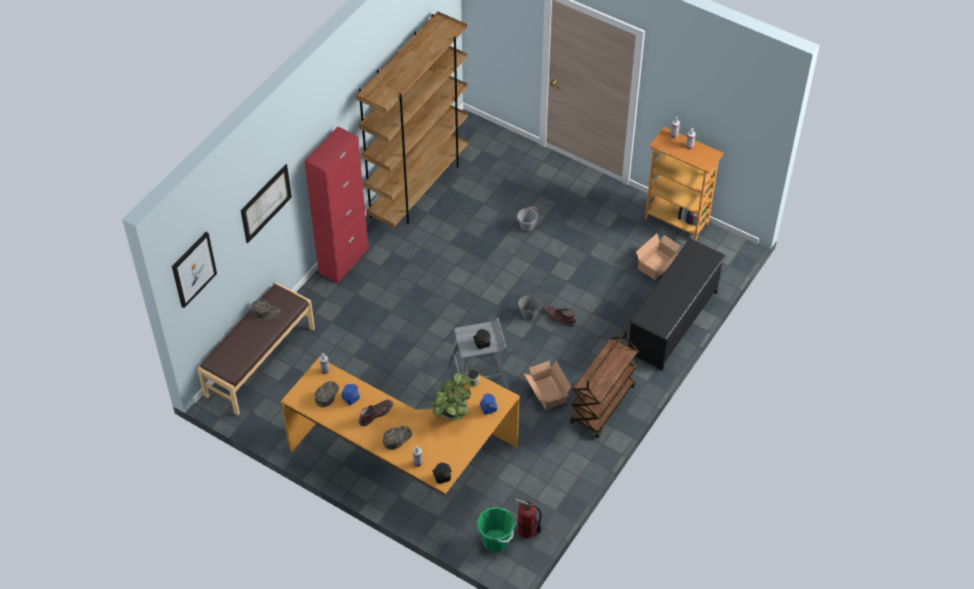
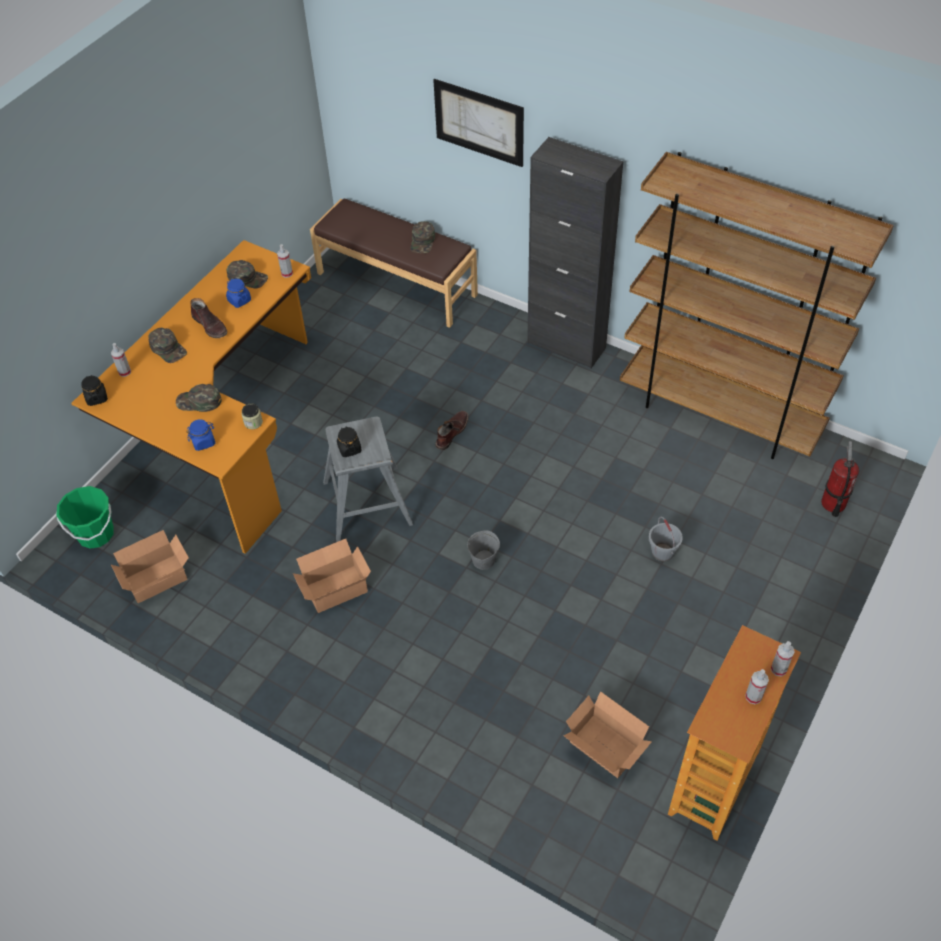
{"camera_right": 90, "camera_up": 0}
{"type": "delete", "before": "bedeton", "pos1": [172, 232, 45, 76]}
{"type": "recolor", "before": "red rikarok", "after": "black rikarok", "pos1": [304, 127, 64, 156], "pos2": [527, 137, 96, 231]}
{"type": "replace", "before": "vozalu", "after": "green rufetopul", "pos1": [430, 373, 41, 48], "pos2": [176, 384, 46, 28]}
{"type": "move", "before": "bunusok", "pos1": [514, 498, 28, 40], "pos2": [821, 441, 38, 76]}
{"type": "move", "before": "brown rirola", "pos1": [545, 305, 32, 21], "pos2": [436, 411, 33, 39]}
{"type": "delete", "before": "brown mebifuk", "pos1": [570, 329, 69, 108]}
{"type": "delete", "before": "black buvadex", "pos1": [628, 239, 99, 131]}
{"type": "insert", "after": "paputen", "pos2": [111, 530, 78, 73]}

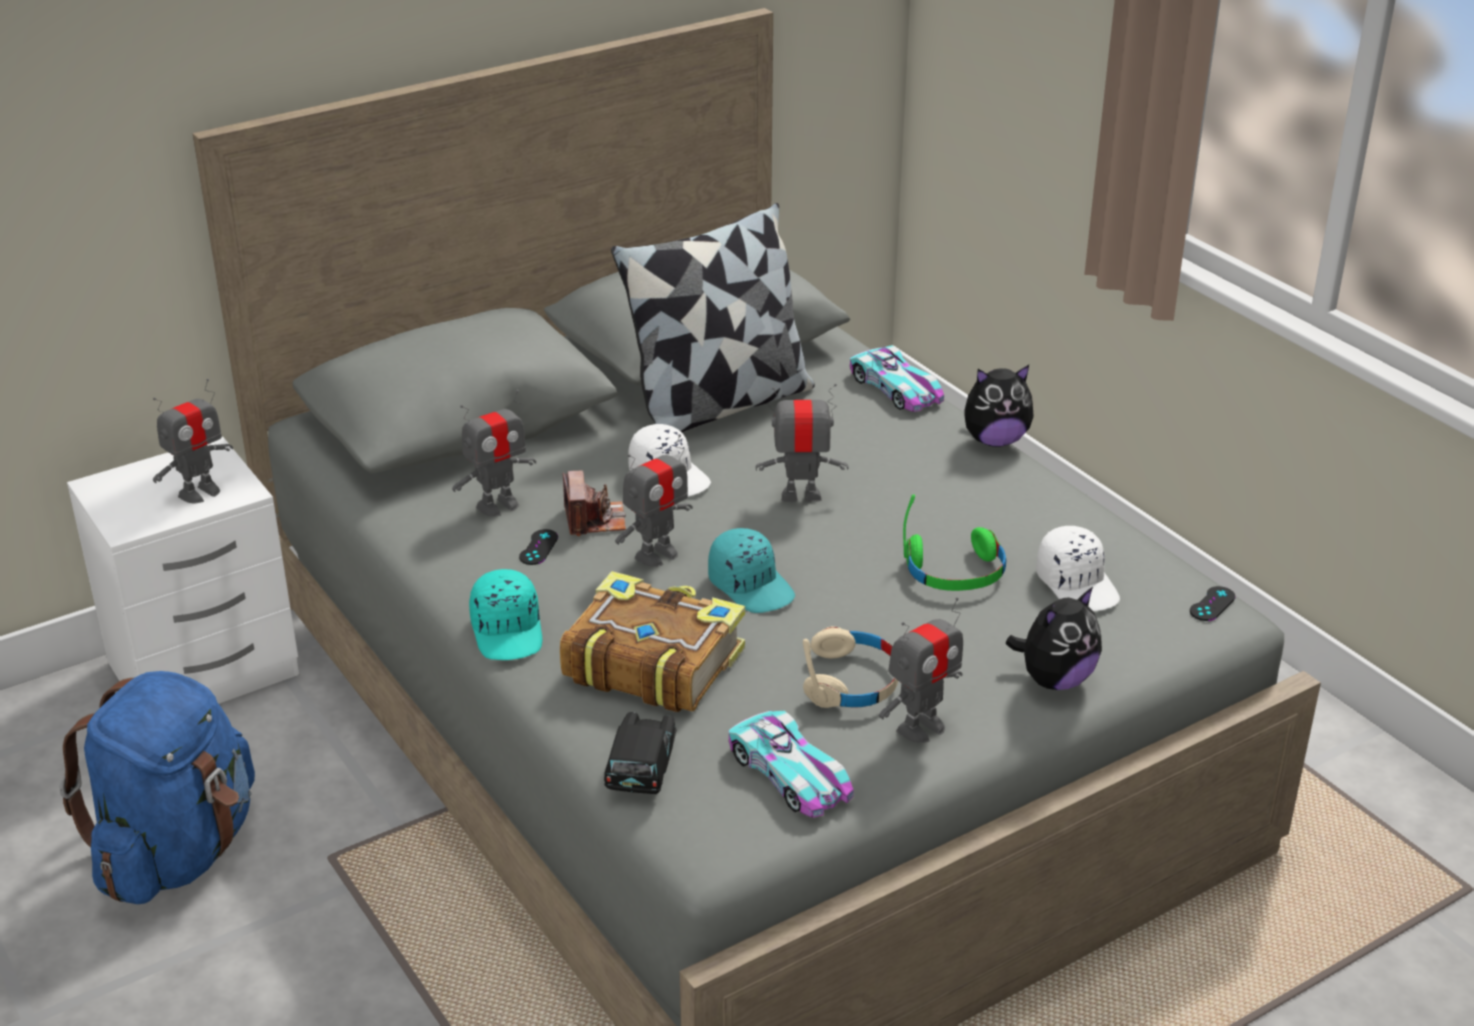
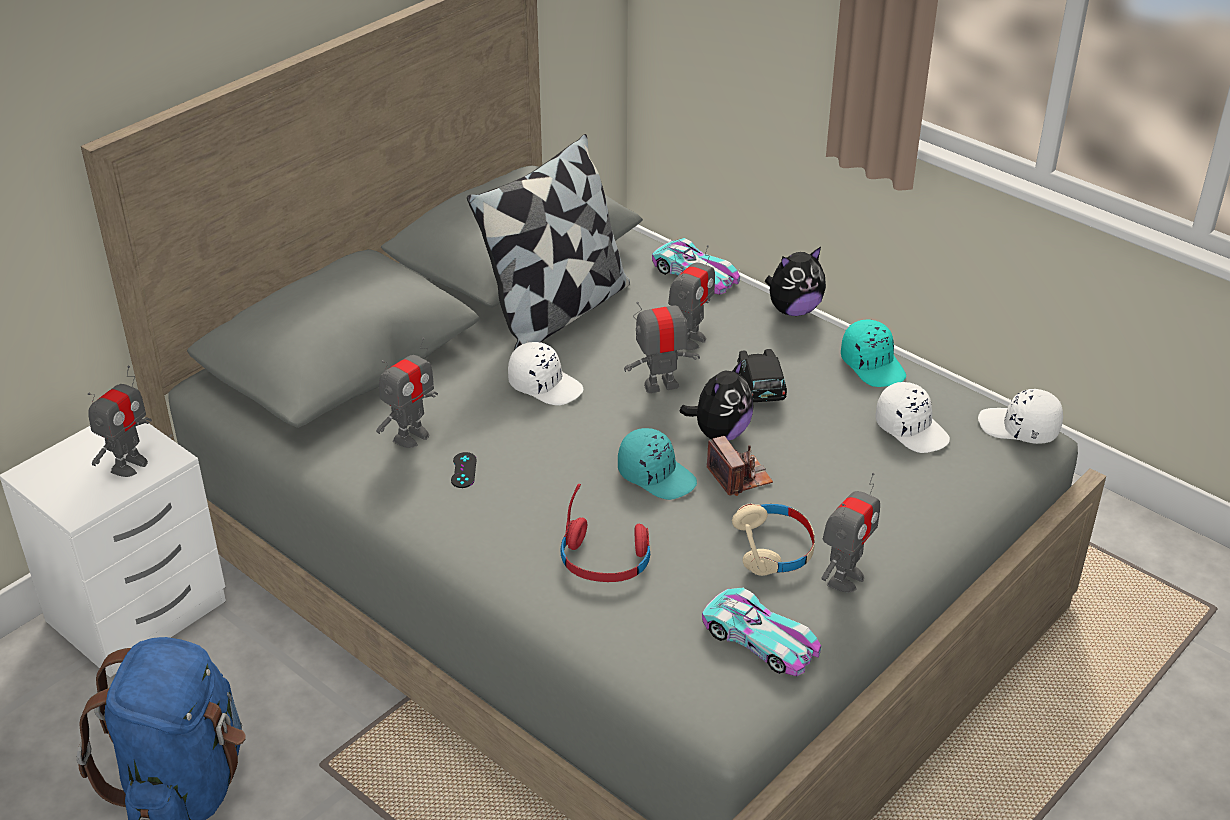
{"camera_right": -15, "camera_up": 5}
{"type": "move", "before": "turquoise rufetopul", "pos1": [469, 569, 73, 91], "pos2": [841, 320, 65, 67]}
{"type": "replace", "before": "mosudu", "after": "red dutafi", "pos1": [560, 571, 185, 141], "pos2": [561, 484, 89, 98]}
{"type": "move", "before": "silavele", "pos1": [563, 470, 63, 66], "pos2": [707, 436, 66, 60]}
{"type": "move", "before": "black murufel", "pos1": [604, 712, 73, 82], "pos2": [737, 349, 50, 53]}
{"type": "move", "before": "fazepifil", "pos1": [615, 434, 78, 133], "pos2": [668, 245, 47, 105]}
{"type": "delete", "before": "green dutafi", "pos1": [903, 495, 103, 96]}
{"type": "move", "before": "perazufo", "pos1": [1006, 587, 96, 103], "pos2": [680, 360, 74, 81]}
{"type": "replace", "before": "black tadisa", "after": "white rufetopul", "pos1": [1190, 586, 45, 35], "pos2": [978, 389, 85, 55]}

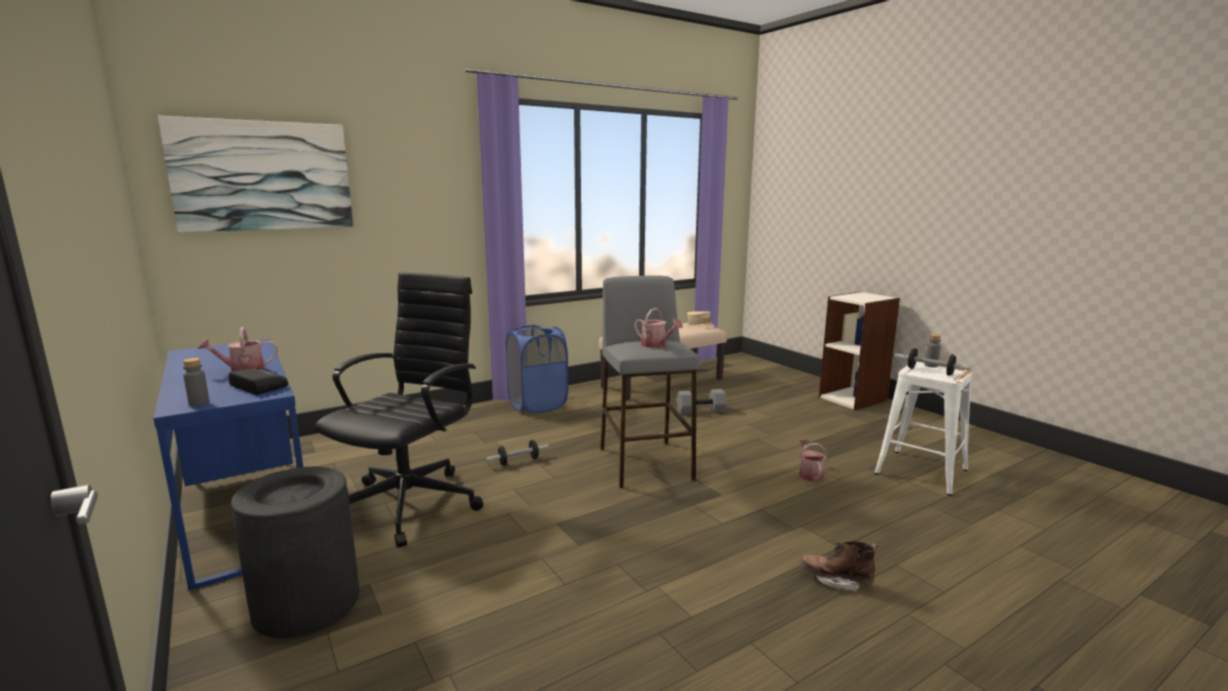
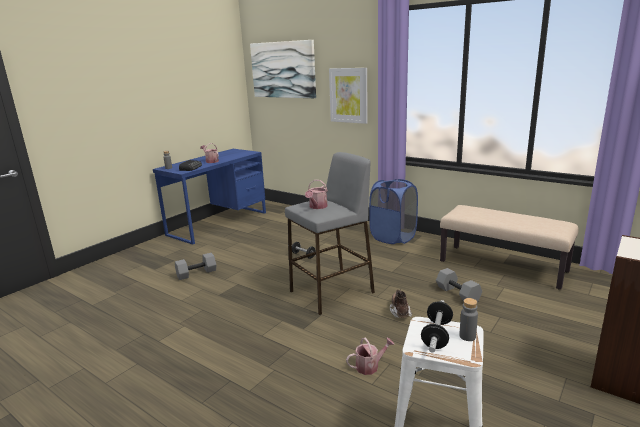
{"camera_right": 70, "camera_up": 5}
{"type": "delete", "before": "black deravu", "pos1": [231, 467, 128, 171]}
{"type": "delete", "before": "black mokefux", "pos1": [315, 272, 168, 276]}
{"type": "delete", "before": "beige rufetopul", "pos1": [687, 311, 28, 16]}
{"type": "move", "before": "brown rirola", "pos1": [799, 541, 79, 51], "pos2": [390, 290, 22, 28]}
{"type": "insert", "after": "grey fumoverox", "pos2": [175, 253, 41, 27]}
{"type": "insert", "after": "bedeton", "pos2": [329, 68, 39, 56]}

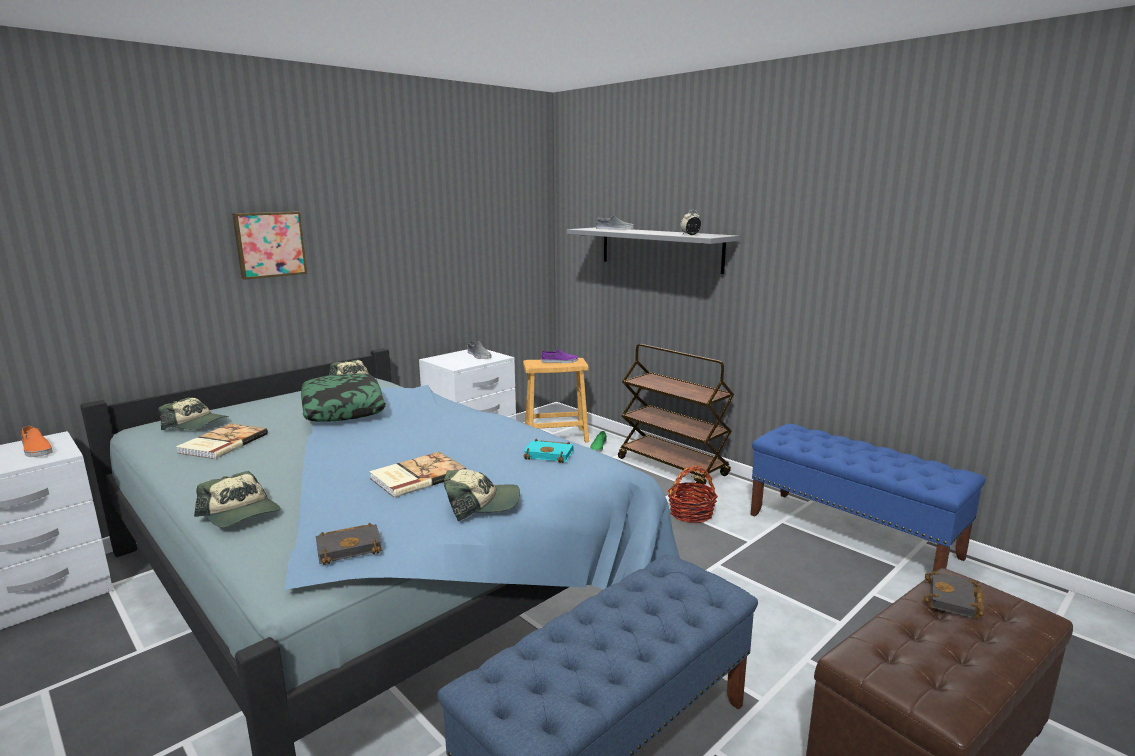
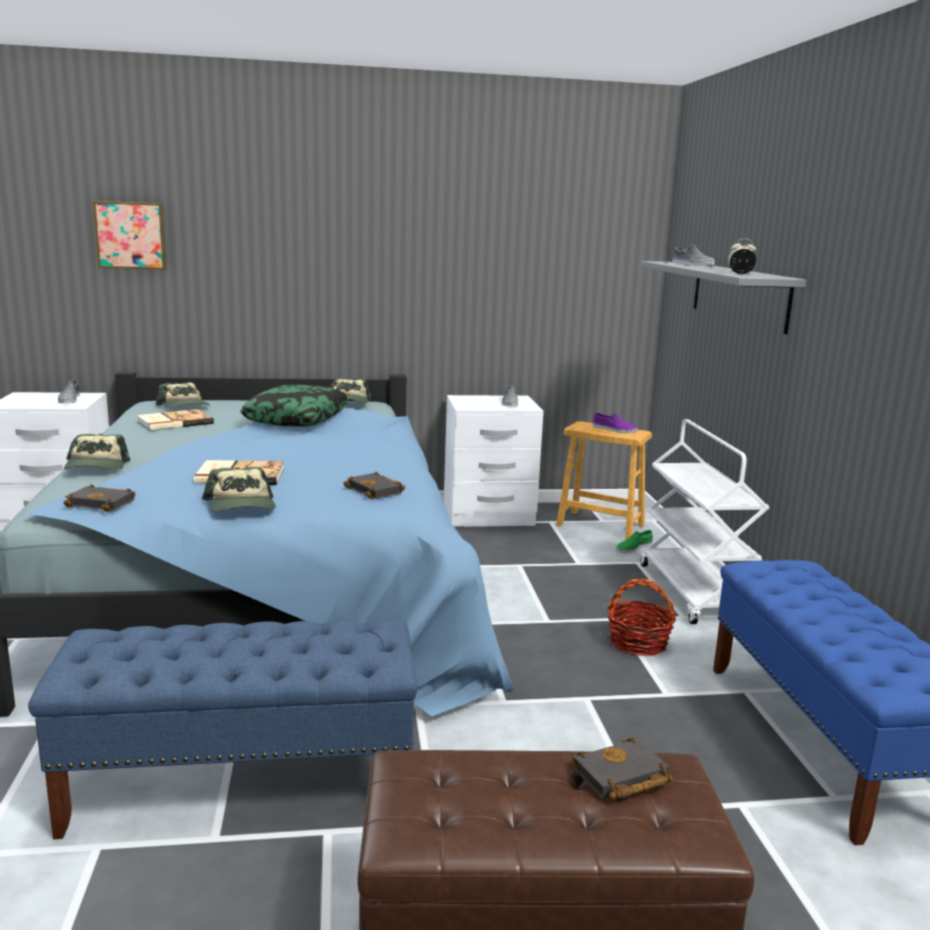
{"camera_right": 35, "camera_up": 0}
{"type": "recolor", "before": "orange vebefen", "after": "grey vebefen", "pos1": [21, 426, 32, 31], "pos2": [58, 380, 22, 23]}
{"type": "move", "before": "bedeton", "pos1": [232, 211, 75, 69], "pos2": [93, 201, 73, 69]}
{"type": "rotate", "before": "rufetopul", "pos1": [444, 469, 76, 52], "pos2": [202, 467, 74, 45], "turn": 45}
{"type": "recolor", "before": "turquoise mosudu", "after": "black mosudu", "pos1": [523, 439, 50, 24], "pos2": [343, 472, 62, 27]}
{"type": "recolor", "before": "brown mebifuk", "after": "white mebifuk", "pos1": [618, 344, 116, 143], "pos2": [640, 419, 130, 205]}

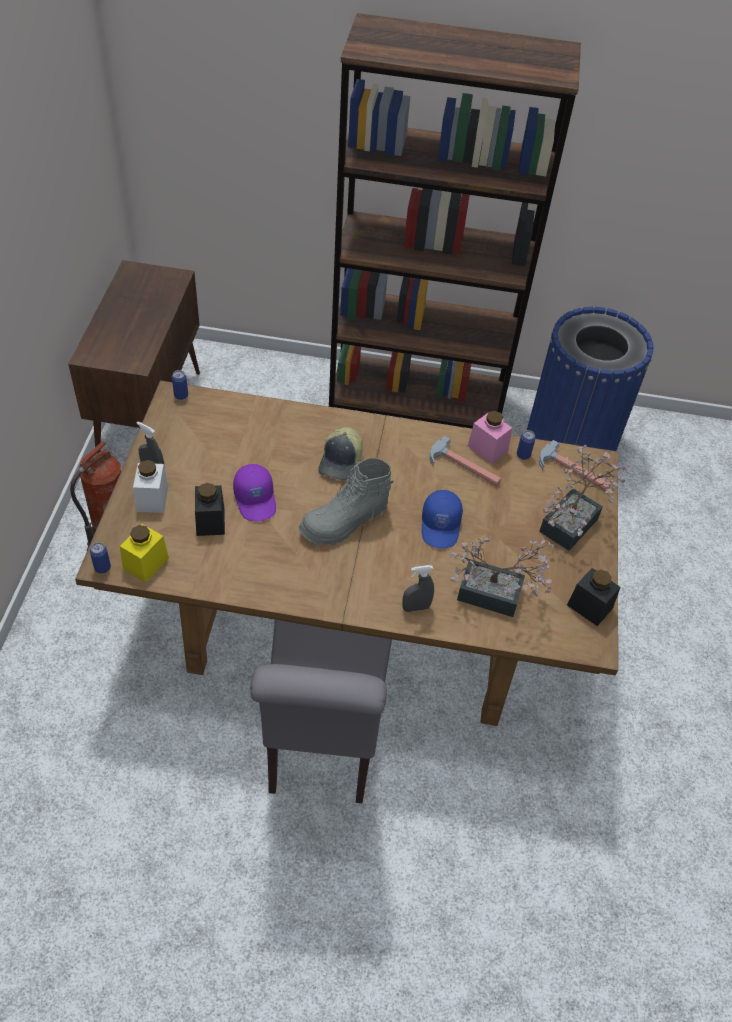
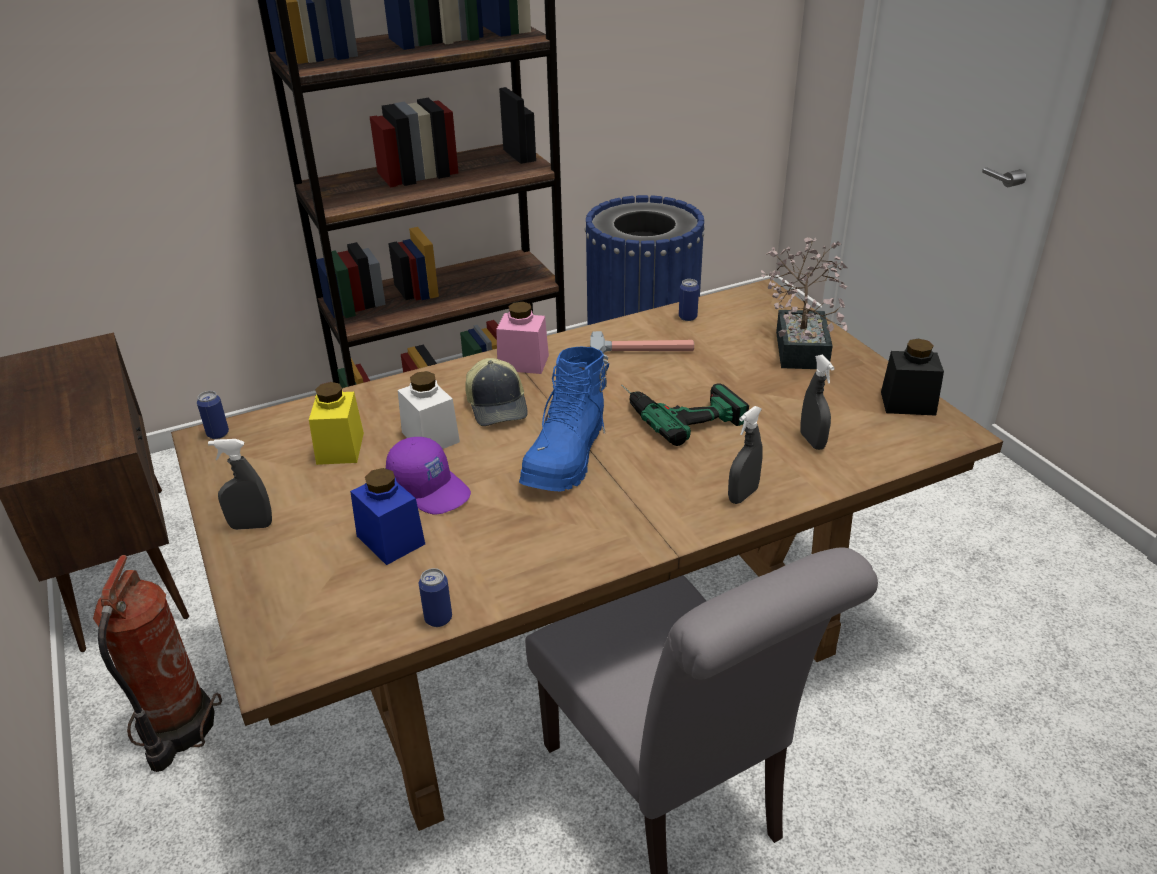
{"camera_right": -30, "camera_up": -15}
{"type": "move", "before": "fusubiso", "pos1": [90, 542, 21, 31], "pos2": [419, 568, 33, 59]}
{"type": "move", "before": "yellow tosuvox", "pos1": [120, 524, 49, 59], "pos2": [309, 382, 55, 83]}
{"type": "move", "before": "white tosuvox", "pos1": [133, 460, 35, 53], "pos2": [398, 371, 62, 78]}
{"type": "recolor", "before": "black tosuvox", "after": "blue tosuvox", "pos1": [195, 483, 30, 53], "pos2": [350, 468, 75, 97]}
{"type": "recolor", "before": "grey rirola", "after": "blue rirola", "pos1": [299, 458, 95, 88], "pos2": [519, 347, 90, 144]}
{"type": "replace", "before": "blue rufetopul", "after": "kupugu", "pos1": [422, 490, 41, 59], "pos2": [621, 383, 128, 63]}
{"type": "replace", "before": "vozalu", "after": "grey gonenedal", "pos1": [450, 538, 104, 79], "pos2": [800, 355, 35, 95]}
{"type": "move", "before": "pink tosuvox", "pos1": [468, 411, 44, 53], "pos2": [496, 302, 53, 72]}
{"type": "delete", "before": "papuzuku", "pos1": [539, 440, 72, 51]}

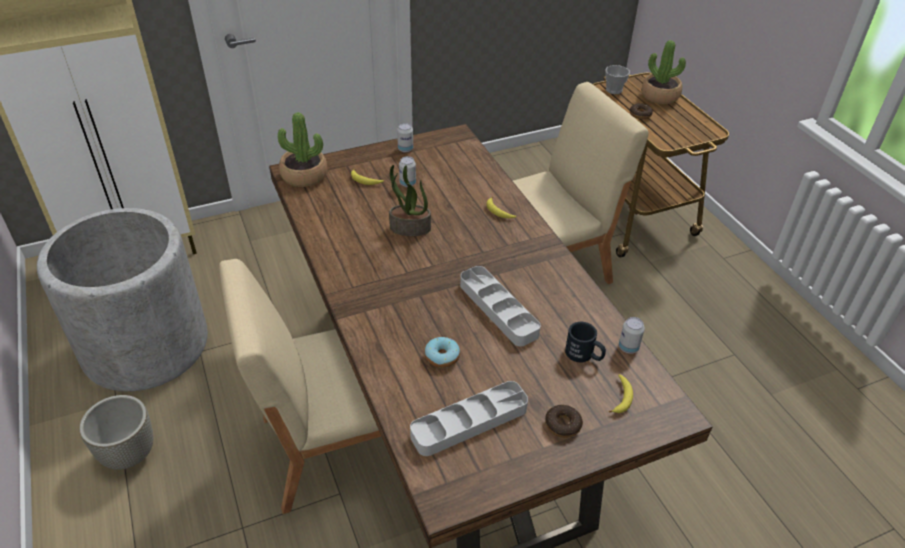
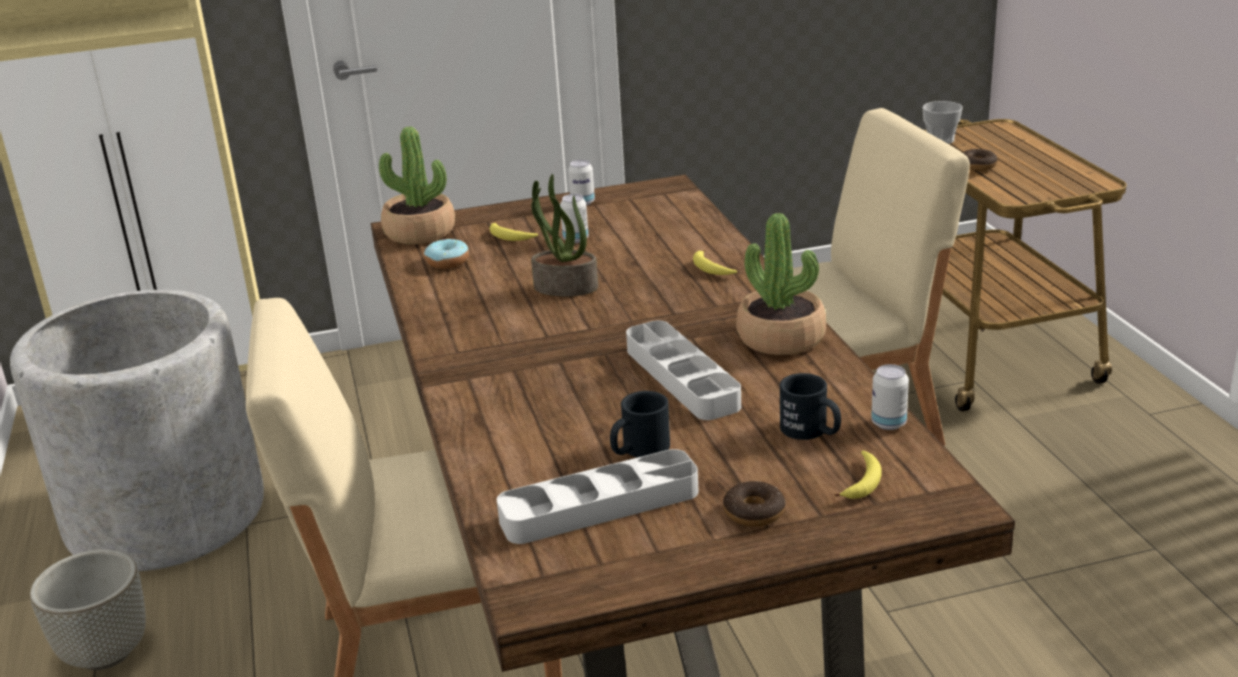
{"camera_right": 10, "camera_up": -15}
{"type": "move", "before": "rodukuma", "pos1": [425, 337, 35, 31], "pos2": [424, 239, 45, 30]}
{"type": "move", "before": "vozalu", "pos1": [641, 40, 45, 64], "pos2": [736, 213, 90, 142]}
{"type": "insert", "after": "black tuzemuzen", "pos2": [610, 391, 60, 67]}

